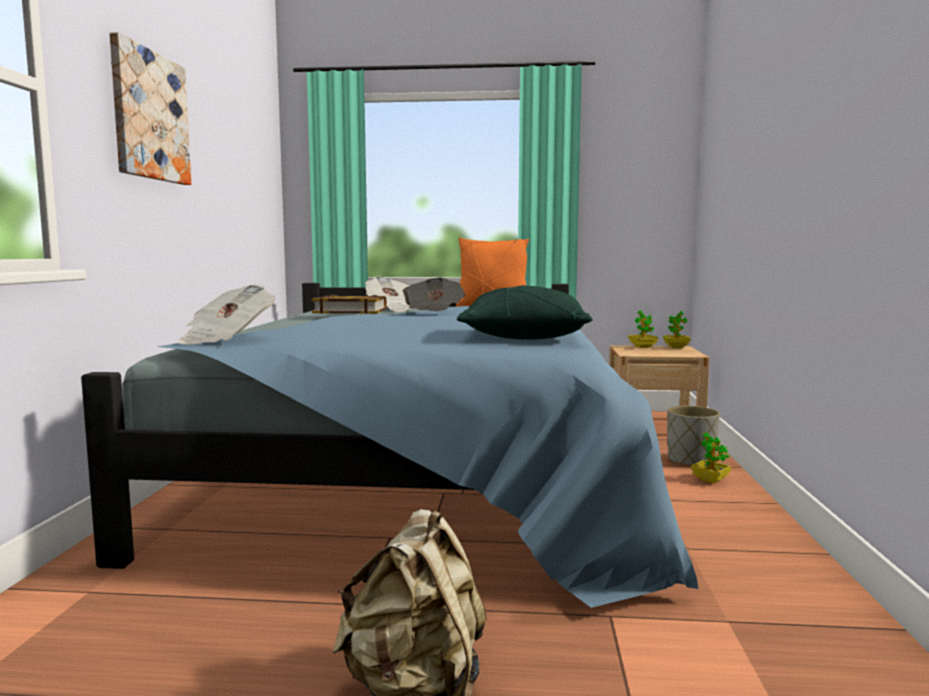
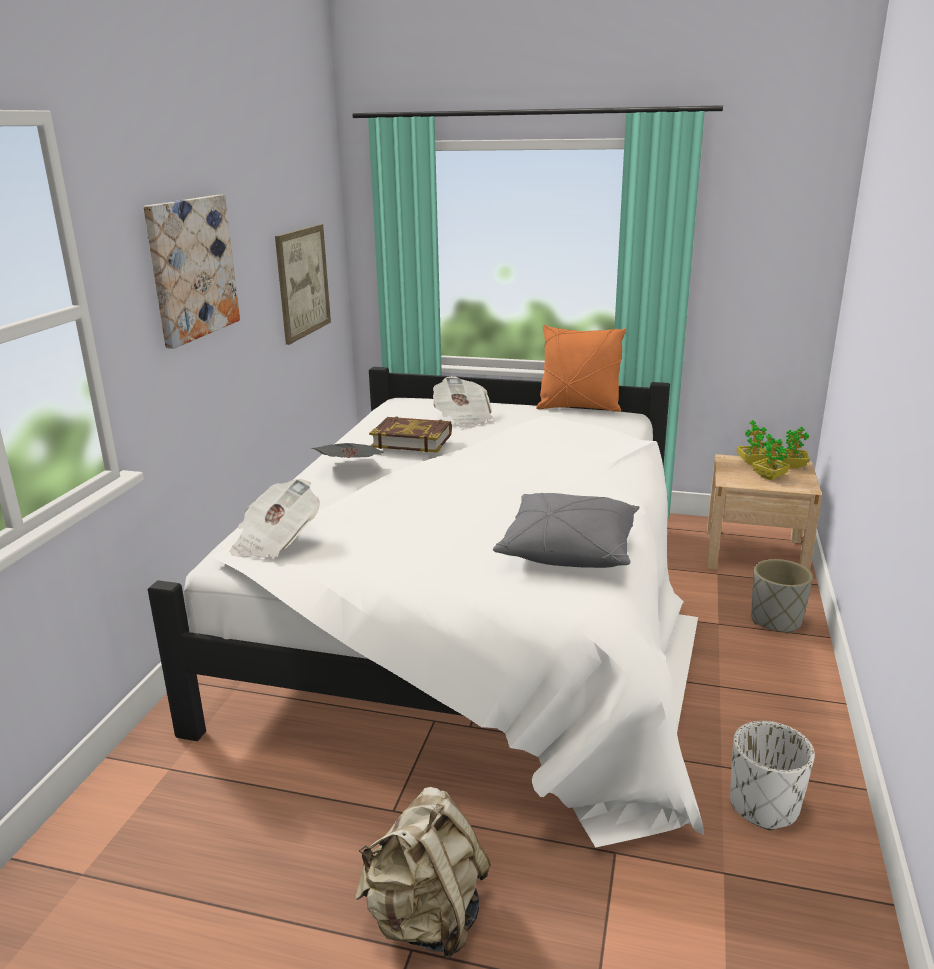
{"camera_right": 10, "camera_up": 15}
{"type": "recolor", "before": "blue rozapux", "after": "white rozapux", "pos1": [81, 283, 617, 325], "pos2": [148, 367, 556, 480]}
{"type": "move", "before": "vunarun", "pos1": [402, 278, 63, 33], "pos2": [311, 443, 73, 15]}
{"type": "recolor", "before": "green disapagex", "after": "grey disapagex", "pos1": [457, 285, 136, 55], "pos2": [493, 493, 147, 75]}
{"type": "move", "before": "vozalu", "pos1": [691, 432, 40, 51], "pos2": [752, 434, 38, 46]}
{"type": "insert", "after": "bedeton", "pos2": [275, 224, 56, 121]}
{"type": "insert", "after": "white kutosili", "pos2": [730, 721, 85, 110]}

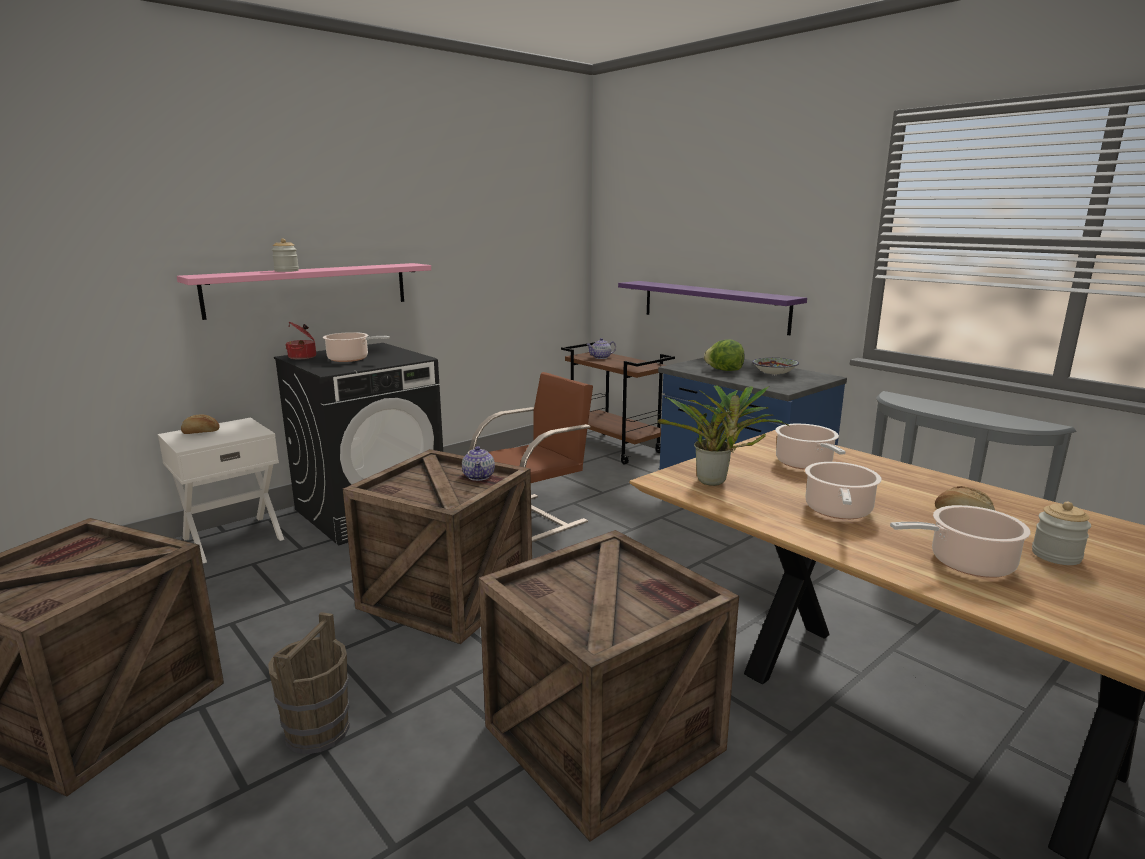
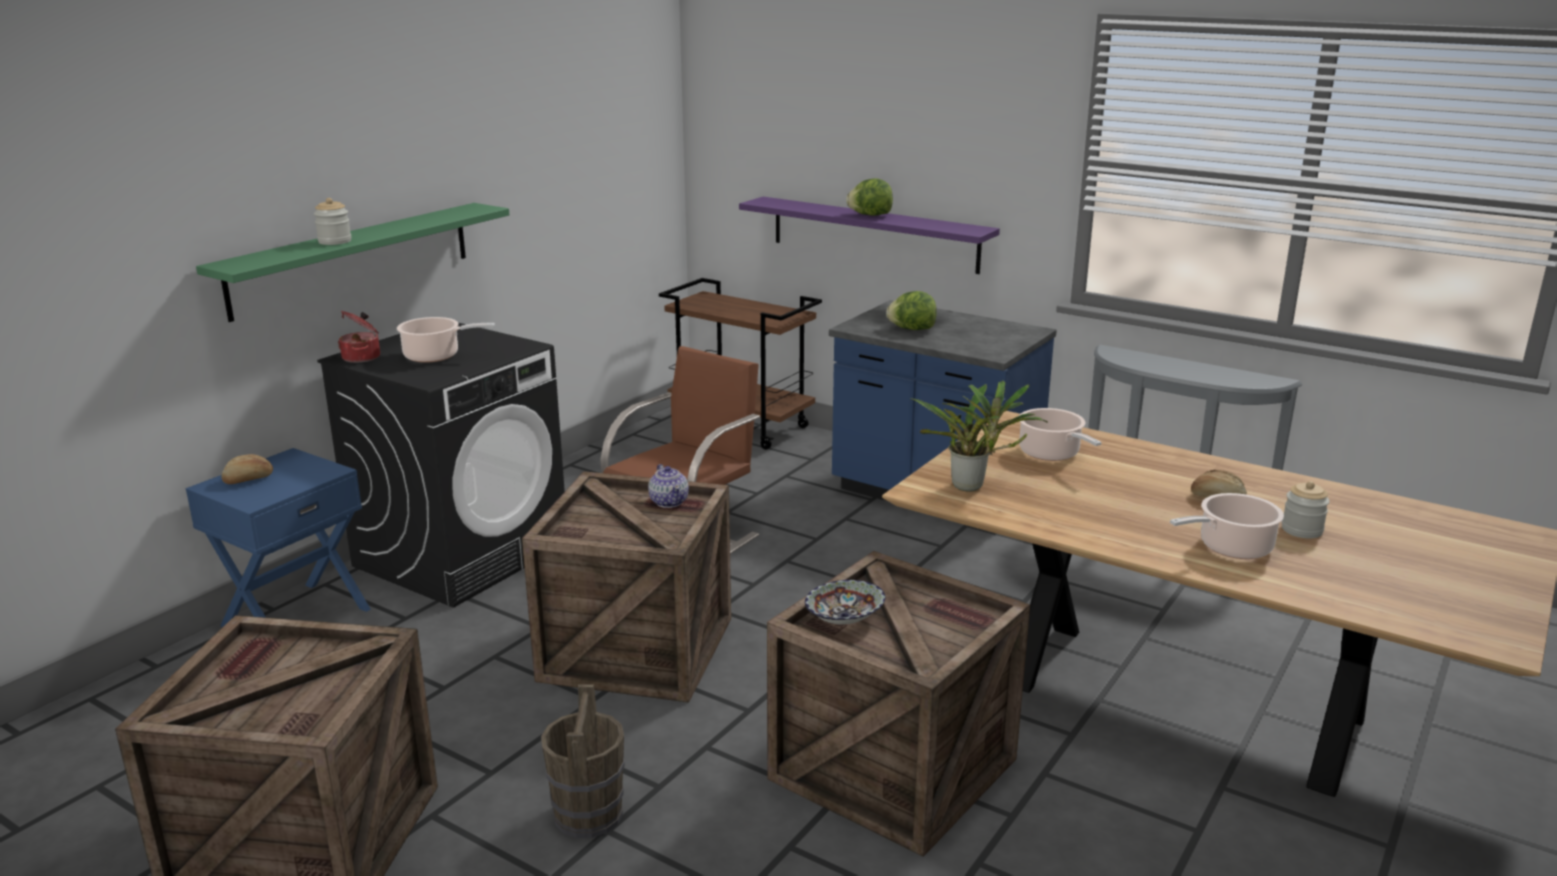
{"camera_right": -15, "camera_up": 5}
{"type": "recolor", "before": "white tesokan", "after": "blue tesokan", "pos1": [158, 418, 126, 145], "pos2": [186, 448, 185, 179]}
{"type": "recolor", "before": "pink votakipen", "after": "green votakipen", "pos1": [177, 263, 254, 57], "pos2": [196, 203, 313, 119]}
{"type": "delete", "before": "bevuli", "pos1": [586, 338, 30, 21]}
{"type": "move", "before": "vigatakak", "pos1": [752, 358, 47, 18], "pos2": [805, 580, 80, 45]}
{"type": "delete", "before": "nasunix", "pos1": [805, 462, 77, 57]}
{"type": "insert", "after": "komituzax", "pos2": [846, 178, 47, 38]}

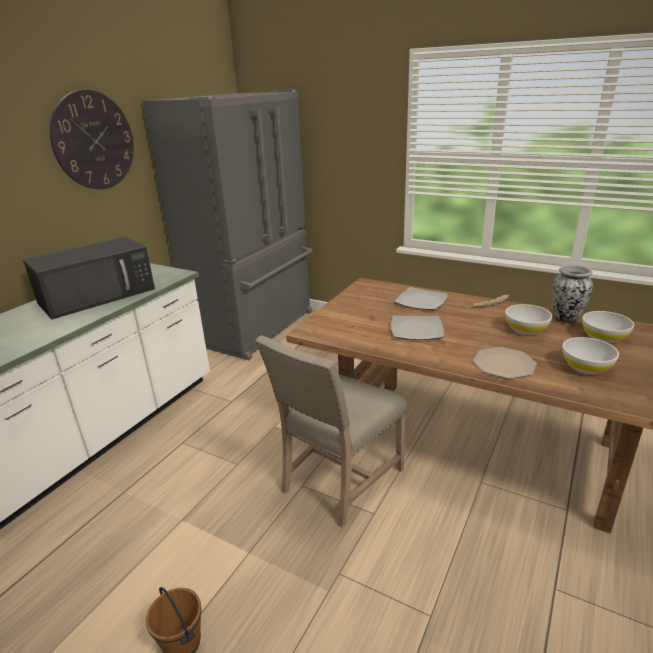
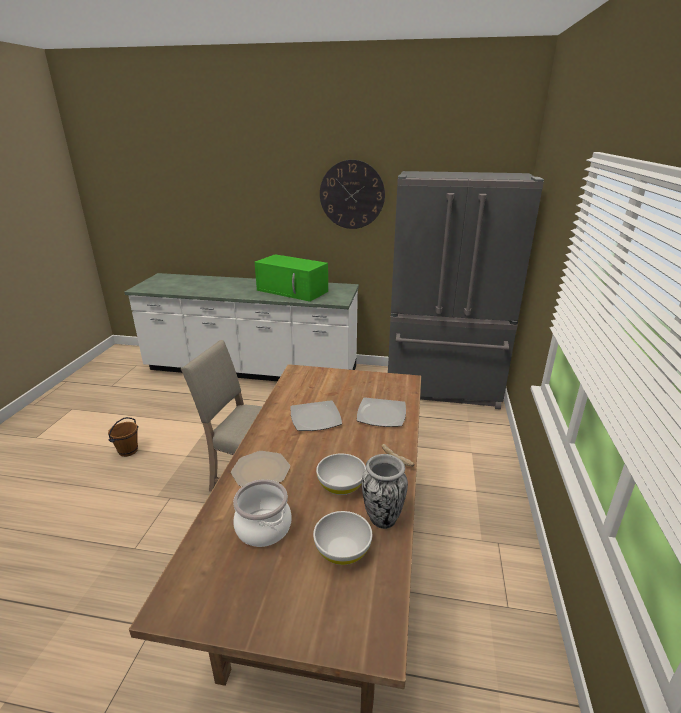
{"camera_right": 70, "camera_up": 0}
{"type": "recolor", "before": "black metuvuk", "after": "green metuvuk", "pos1": [23, 237, 132, 82], "pos2": [255, 254, 73, 48]}
{"type": "replace", "before": "white vigatakak", "after": "nasunix", "pos1": [562, 337, 57, 37], "pos2": [233, 479, 59, 68]}

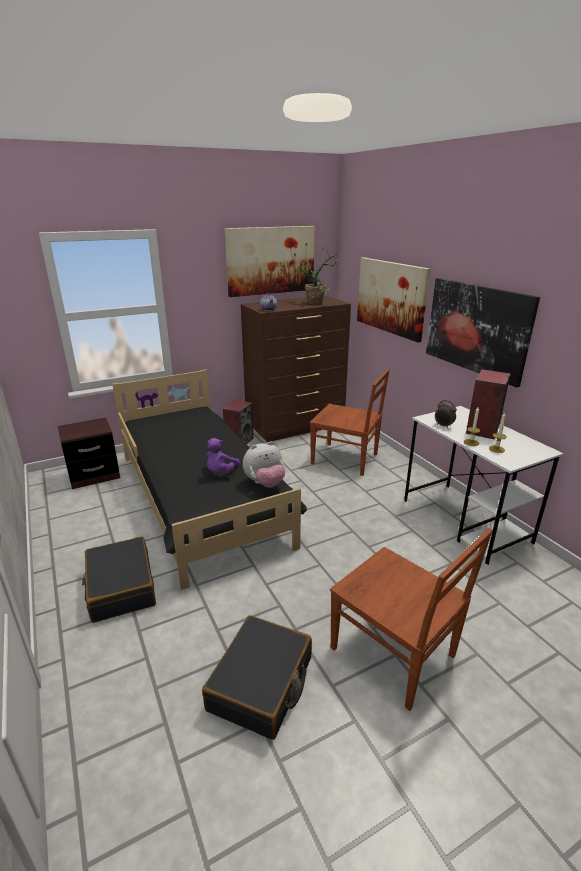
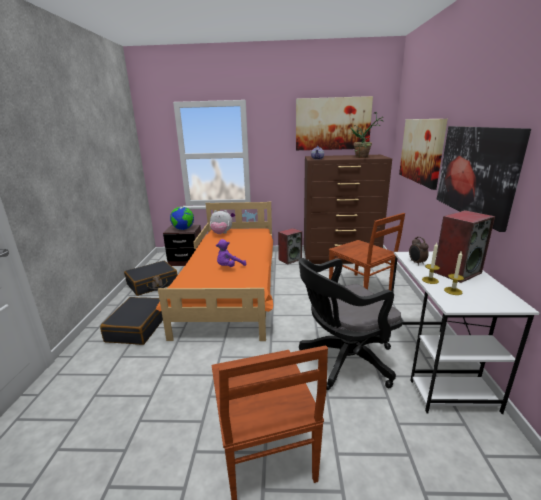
{"camera_right": 30, "camera_up": -5}
{"type": "recolor", "before": "black rozapux", "after": "orange rozapux", "pos1": [113, 369, 194, 221], "pos2": [156, 202, 117, 139]}
{"type": "move", "before": "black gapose", "pos1": [202, 615, 110, 125], "pos2": [124, 261, 54, 35]}
{"type": "move", "before": "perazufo", "pos1": [243, 441, 42, 47], "pos2": [210, 210, 22, 24]}
{"type": "insert", "after": "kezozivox", "pos2": [170, 207, 24, 23]}
{"type": "insert", "after": "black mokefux", "pos2": [299, 258, 104, 132]}

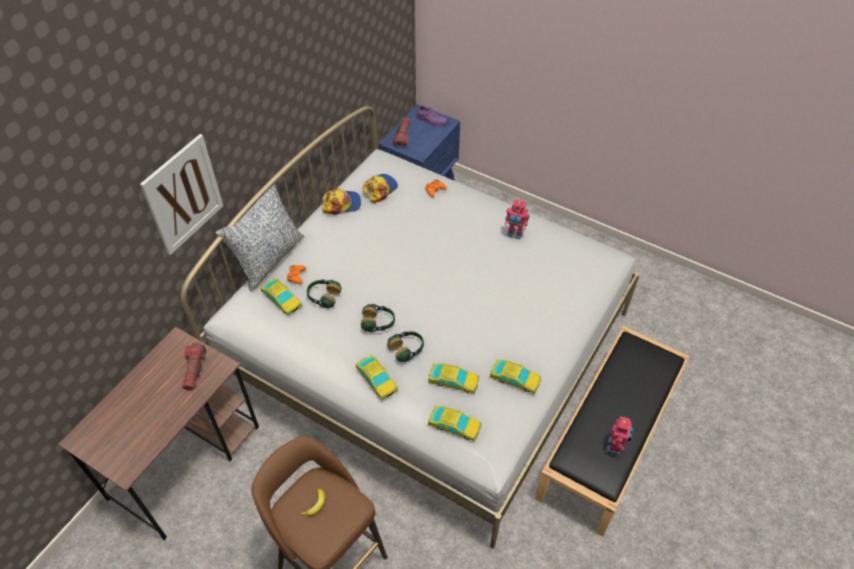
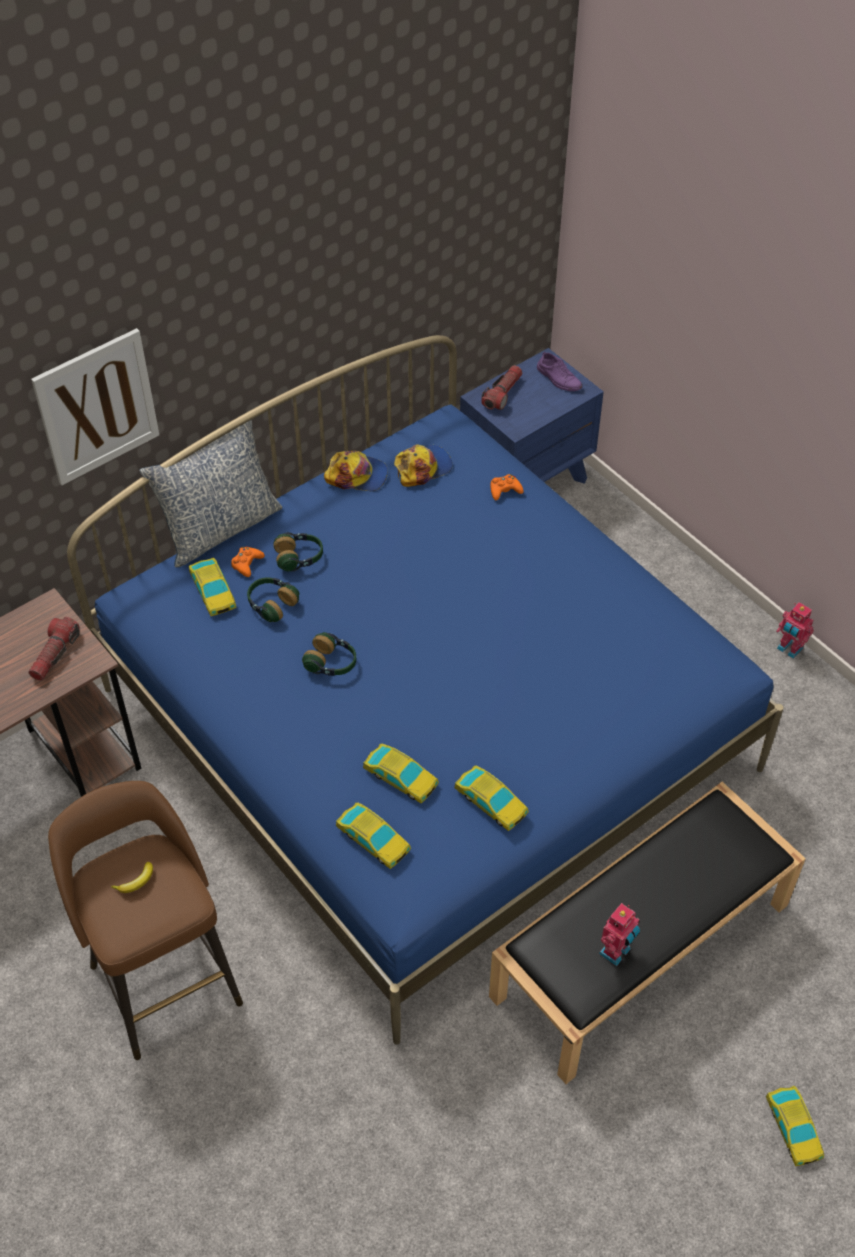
{"camera_right": 20, "camera_up": 0}
{"type": "recolor", "before": "white rozapux", "after": "blue rozapux", "pos1": [180, 106, 460, 443], "pos2": [67, 335, 717, 710]}
{"type": "move", "before": "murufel", "pos1": [356, 355, 42, 45], "pos2": [766, 1086, 58, 80]}
{"type": "move", "before": "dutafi", "pos1": [387, 331, 37, 31], "pos2": [274, 532, 49, 39]}
{"type": "move", "before": "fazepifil", "pos1": [505, 199, 24, 41], "pos2": [776, 602, 38, 57]}

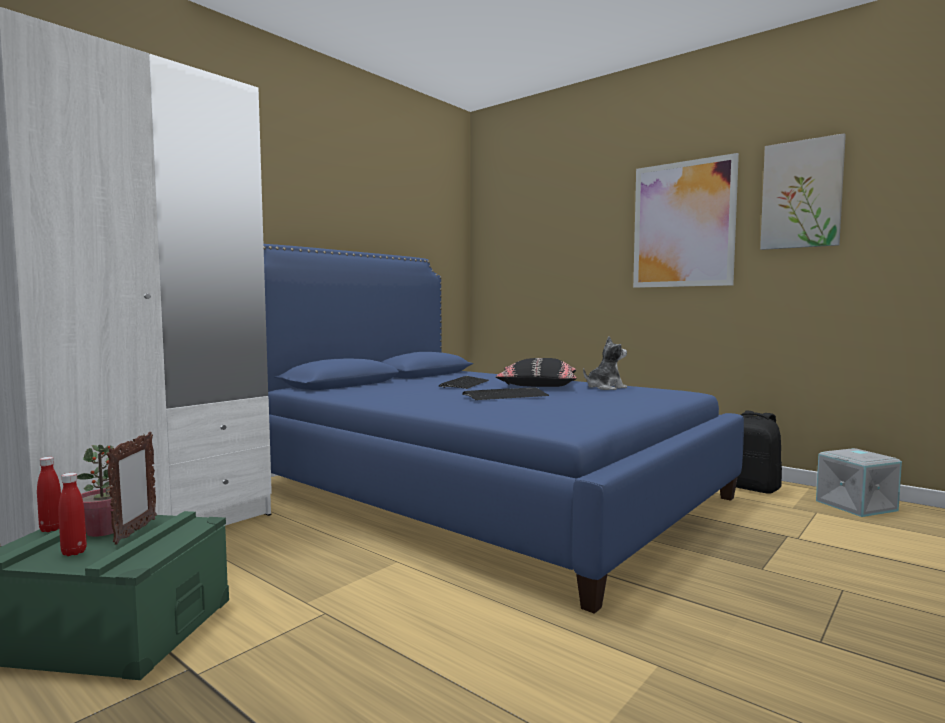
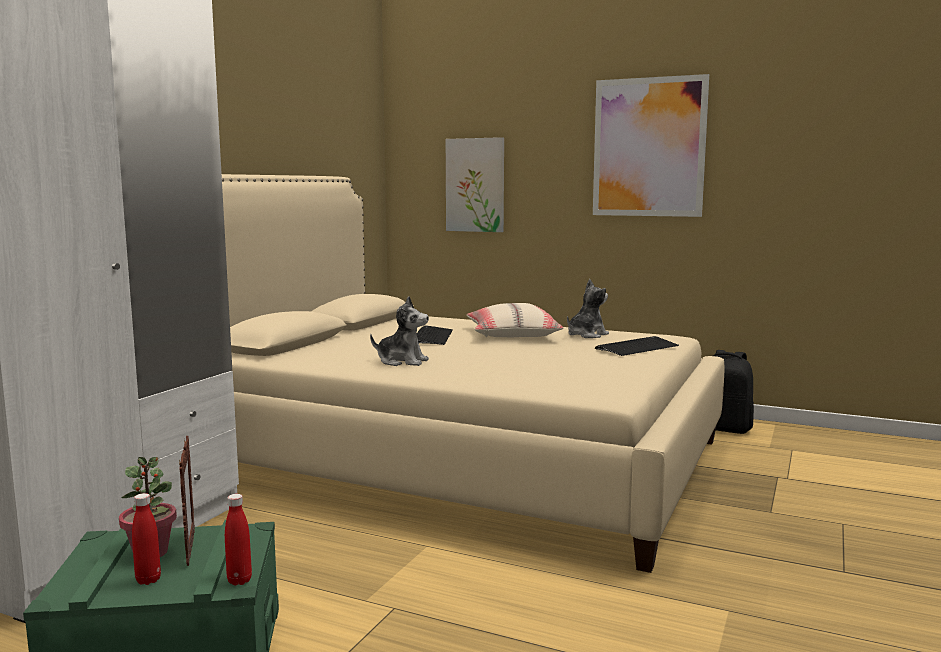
{"camera_right": -15, "camera_up": 5}
{"type": "move", "before": "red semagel", "pos1": [37, 457, 24, 75], "pos2": [225, 494, 27, 91]}
{"type": "recolor", "before": "blue rozapux", "after": "beige rozapux", "pos1": [263, 244, 481, 370], "pos2": [222, 174, 502, 399]}
{"type": "move", "before": "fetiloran", "pos1": [462, 387, 87, 13], "pos2": [595, 336, 84, 20]}
{"type": "recolor", "before": "black disapagex", "after": "beige disapagex", "pos1": [496, 358, 81, 29], "pos2": [467, 303, 96, 34]}
{"type": "move", "before": "bedeton", "pos1": [760, 133, 86, 117], "pos2": [446, 137, 58, 95]}
{"type": "delete", "before": "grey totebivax", "pos1": [816, 448, 86, 69]}
{"type": "insert", "after": "perazufo", "pos2": [370, 297, 59, 69]}

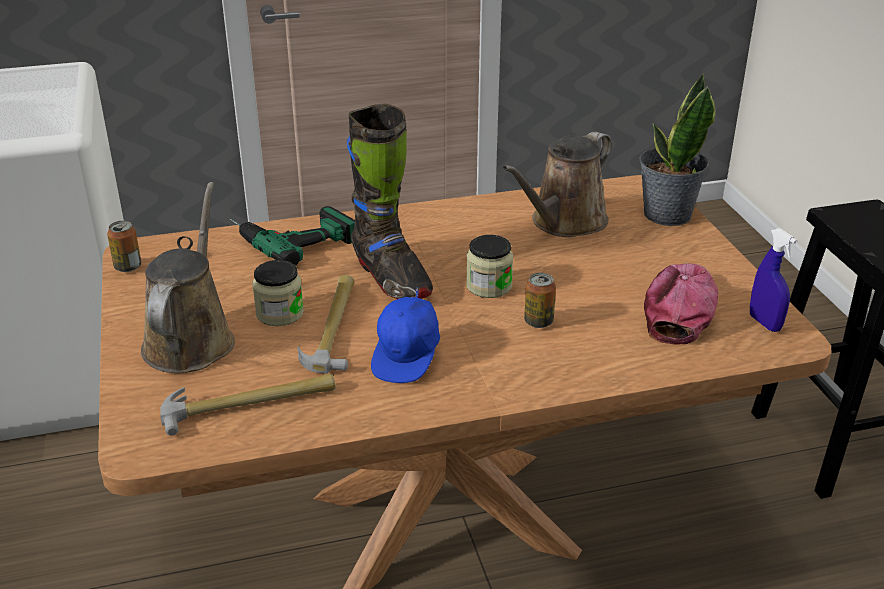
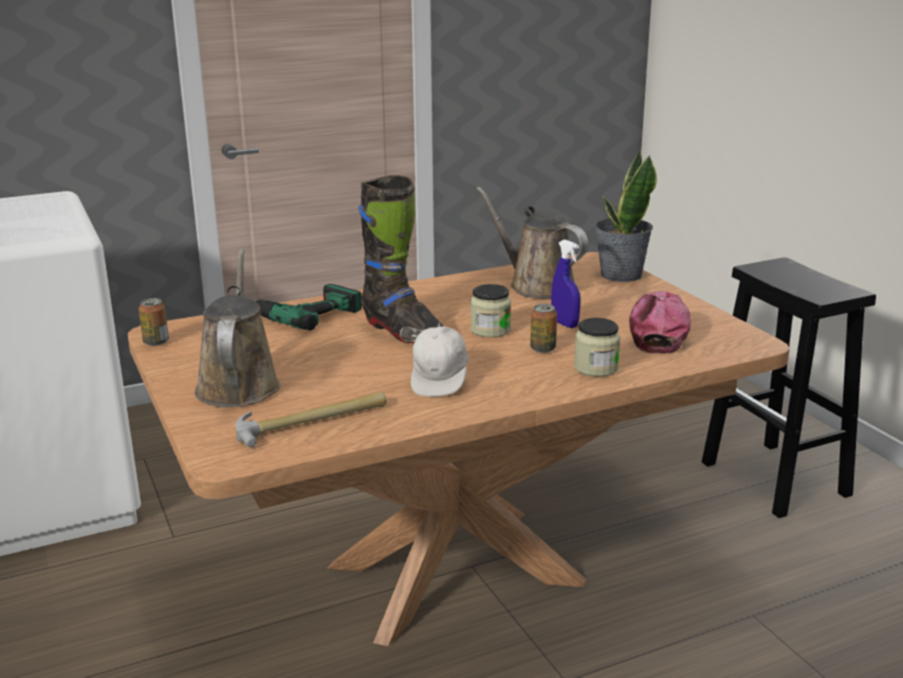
{"camera_right": -10, "camera_up": -10}
{"type": "move", "before": "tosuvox", "pos1": [252, 260, 52, 66], "pos2": [574, 318, 47, 59]}
{"type": "delete", "before": "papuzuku", "pos1": [297, 275, 58, 99]}
{"type": "recolor", "before": "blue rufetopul", "after": "white rufetopul", "pos1": [371, 287, 69, 96], "pos2": [410, 322, 59, 75]}
{"type": "rotate", "before": "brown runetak", "pos1": [502, 132, 110, 105], "pos2": [476, 187, 112, 112], "turn": 105}
{"type": "move", "before": "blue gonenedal", "pos1": [750, 228, 48, 104], "pos2": [551, 240, 30, 88]}

